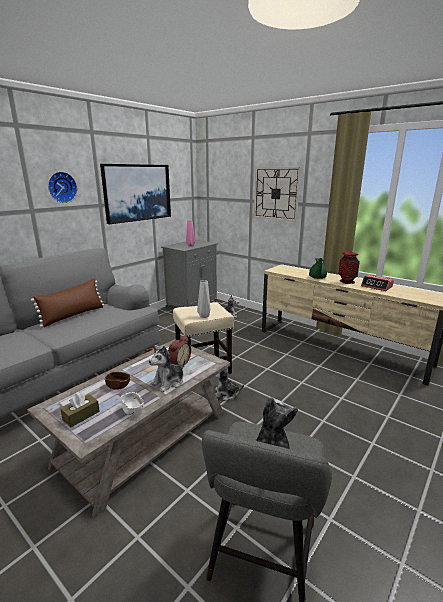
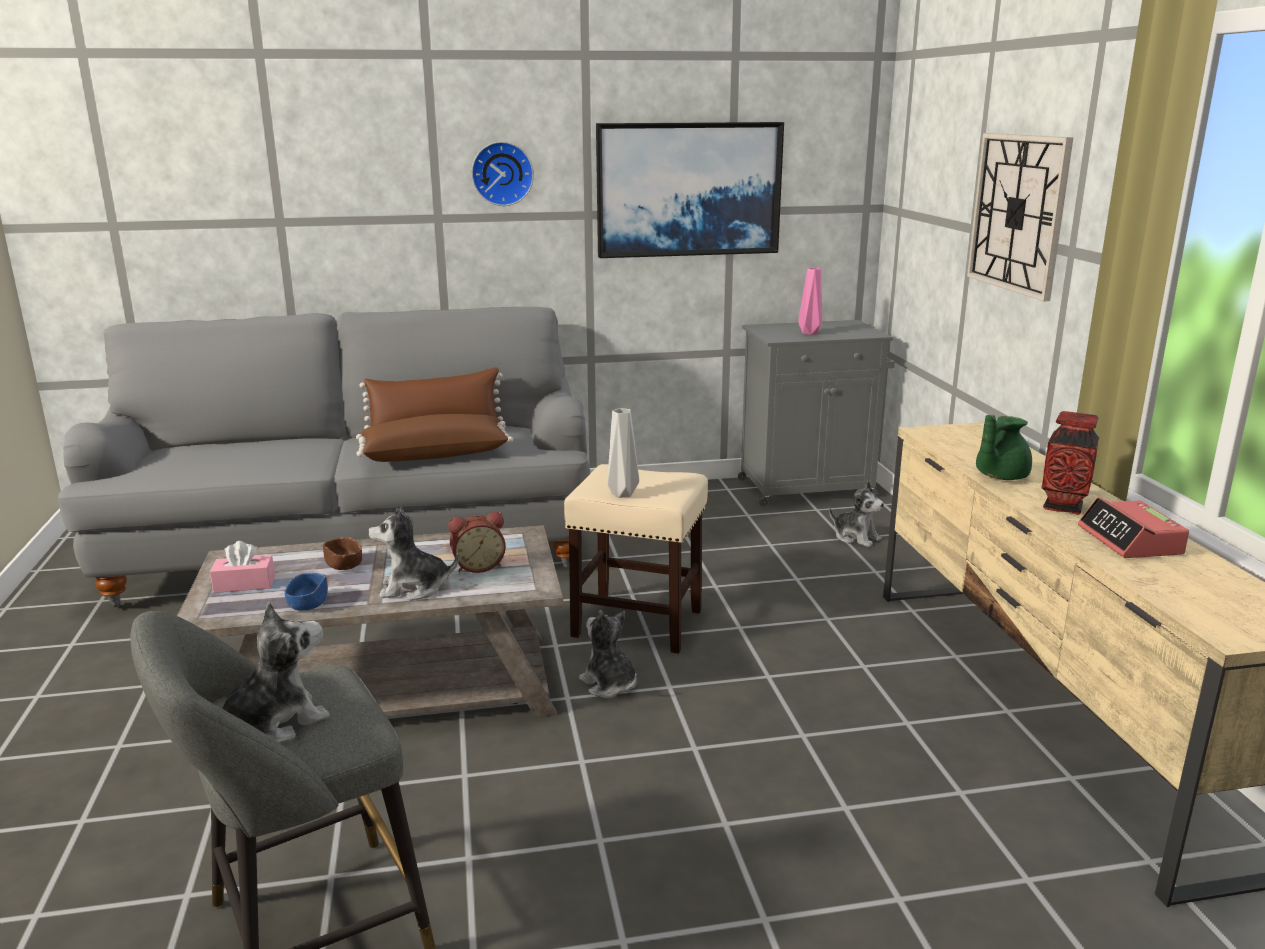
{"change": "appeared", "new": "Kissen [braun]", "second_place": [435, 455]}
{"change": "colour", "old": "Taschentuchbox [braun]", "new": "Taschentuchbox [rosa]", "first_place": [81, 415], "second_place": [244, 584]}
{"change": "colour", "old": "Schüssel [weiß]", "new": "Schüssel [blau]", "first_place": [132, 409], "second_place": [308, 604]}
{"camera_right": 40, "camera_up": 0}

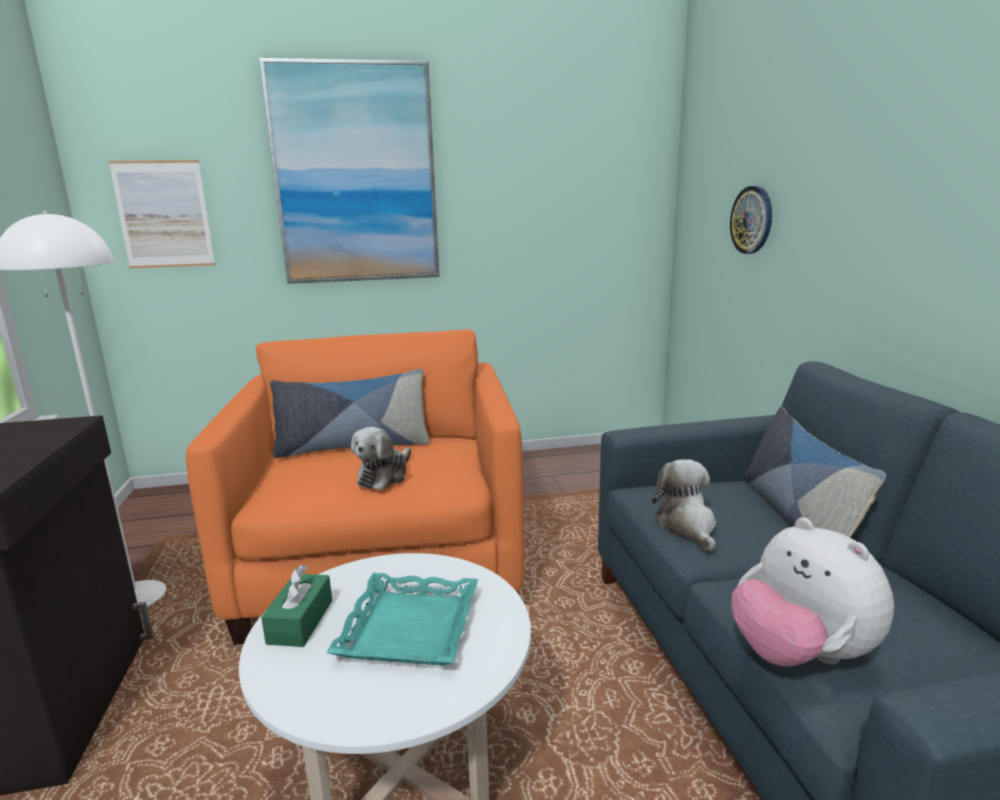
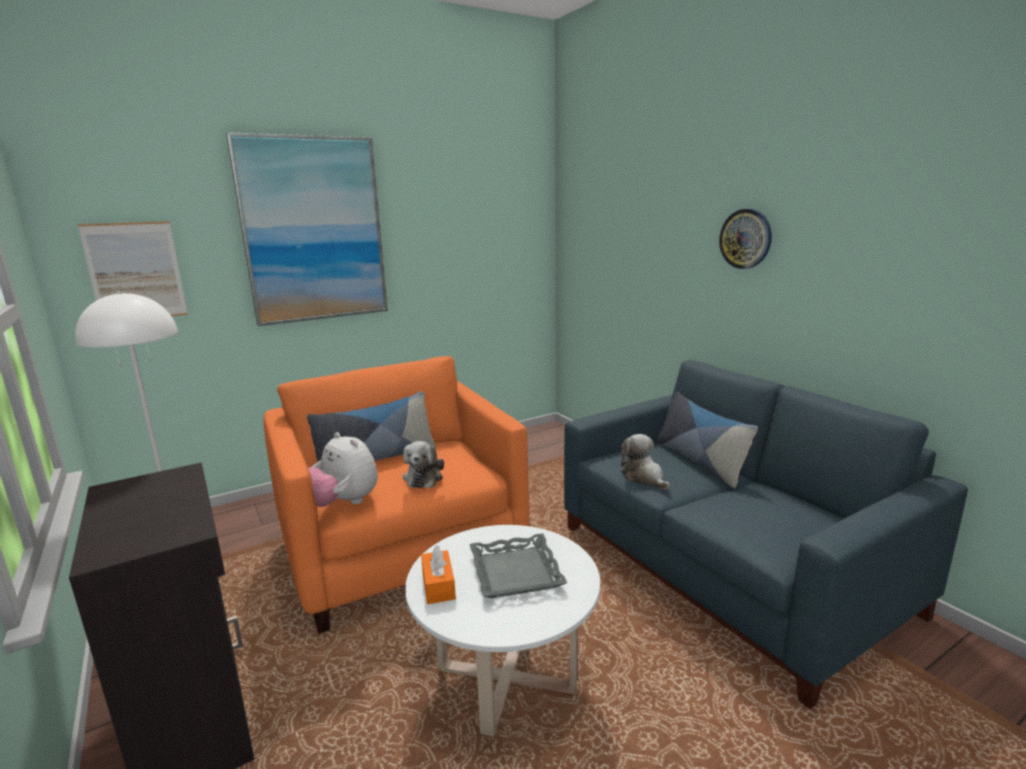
{"change": "relocated", "old": "Wanduhr", "first_place": [752, 220], "second_place": [745, 239]}
{"change": "relocated", "old": "Plüschtier", "first_place": [800, 655], "second_place": [344, 503]}
{"change": "colour", "old": "Taschentuchbox [grün]", "new": "Taschentuchbox [orange]", "first_place": [300, 621], "second_place": [438, 585]}
{"change": "colour", "old": "Tablett [türkis]", "new": "Tablett [grau]", "first_place": [408, 627], "second_place": [515, 572]}
{"camera_right": -20, "camera_up": 0}

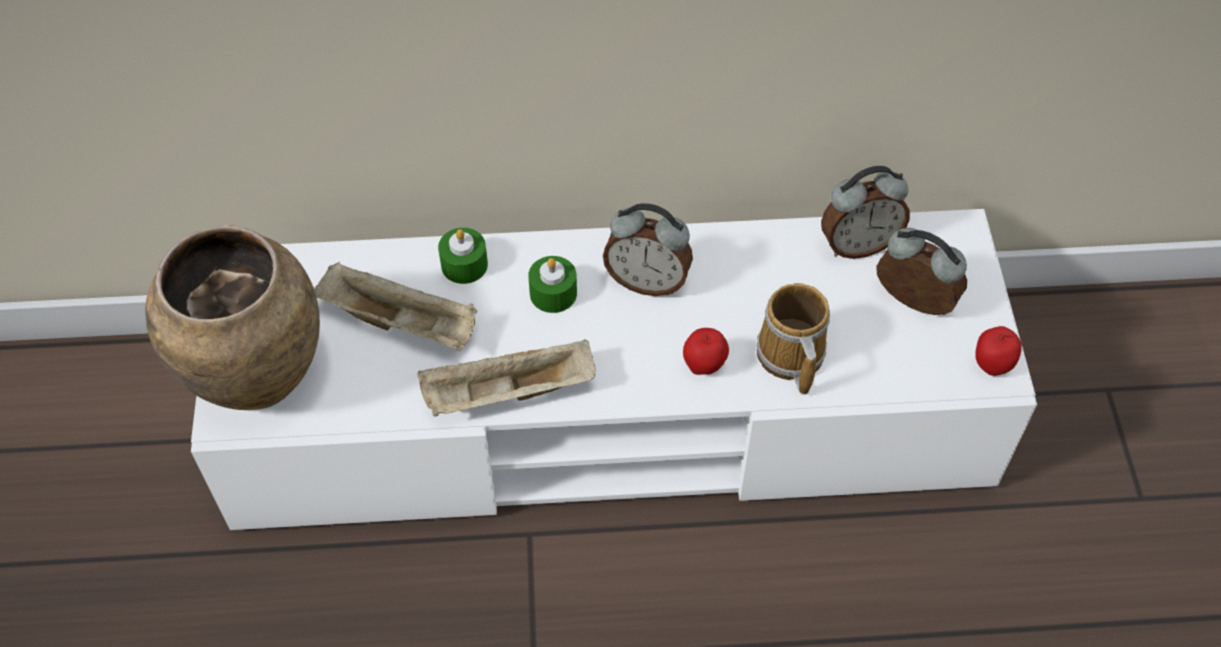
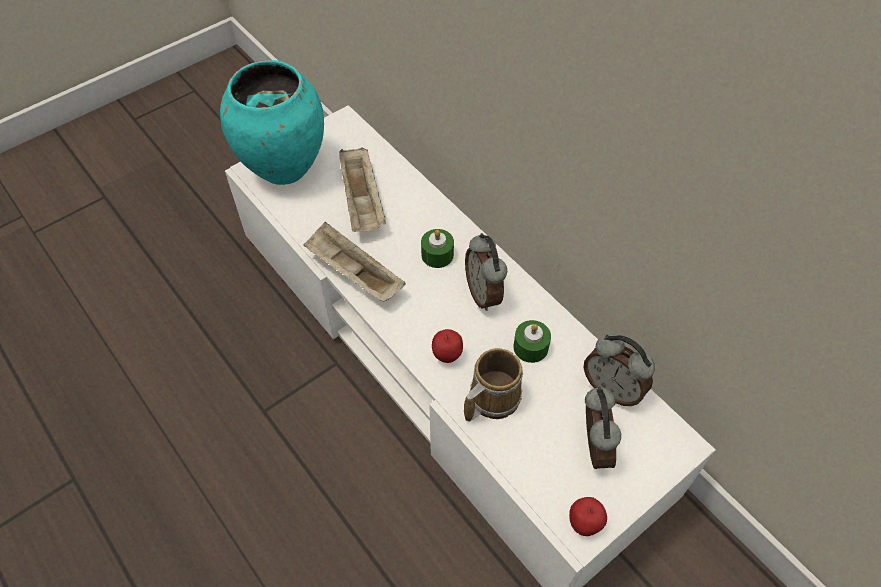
{"change": "relocated", "old": "Kerze [grün]", "first_place": [464, 265], "second_place": [530, 347]}
{"change": "colour", "old": "Vase [braun]", "new": "Vase [türkis]", "first_place": [258, 379], "second_place": [283, 169]}
{"camera_right": 55, "camera_up": 0}

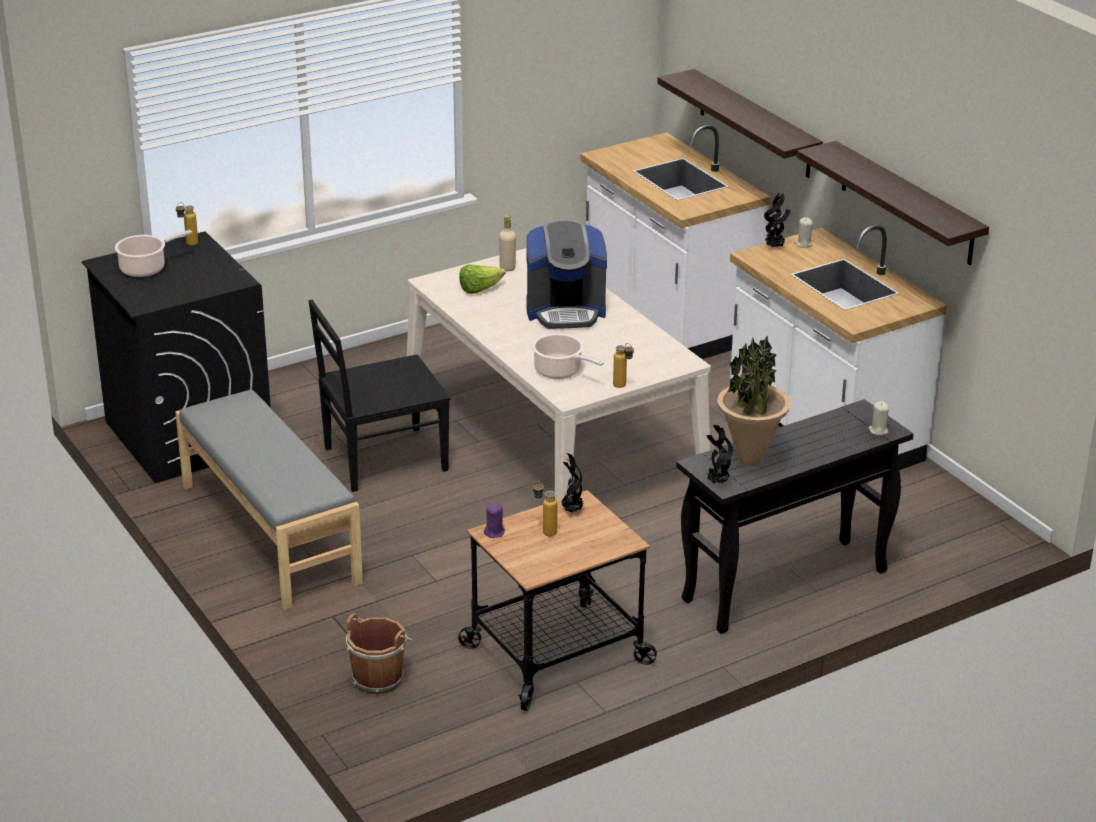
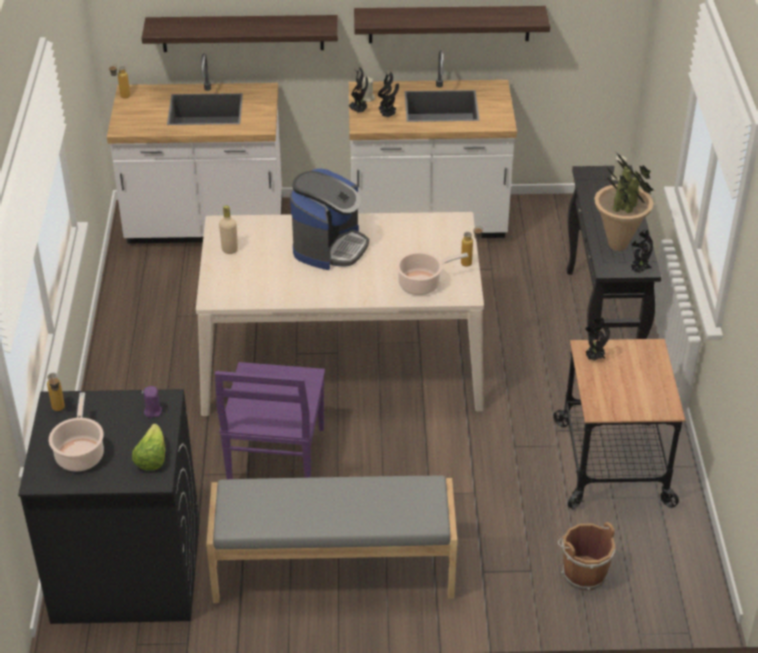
{"change": "appeared", "new": "Topfpflanze", "second_place": [388, 116]}
{"change": "relocated", "old": "Salatkopf", "first_place": [479, 289], "second_place": [151, 458]}
{"change": "relocated", "old": "Kerze [lila]", "first_place": [494, 532], "second_place": [152, 411]}
{"change": "relocated", "old": "Flasche", "first_place": [544, 531], "second_place": [121, 97]}
{"change": "colour", "old": "Stuhl [schwarz]", "new": "Stuhl [lila]", "first_place": [382, 460], "second_place": [276, 459]}
{"camera_right": -60, "camera_up": 10}

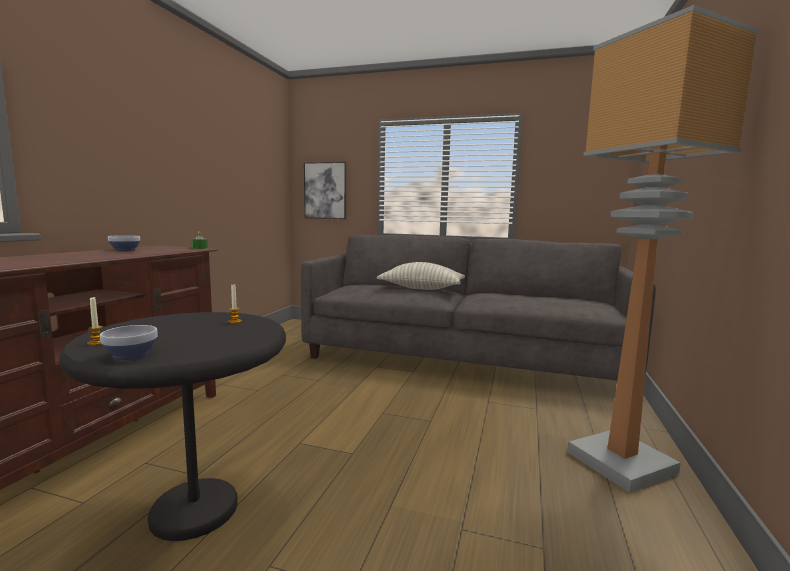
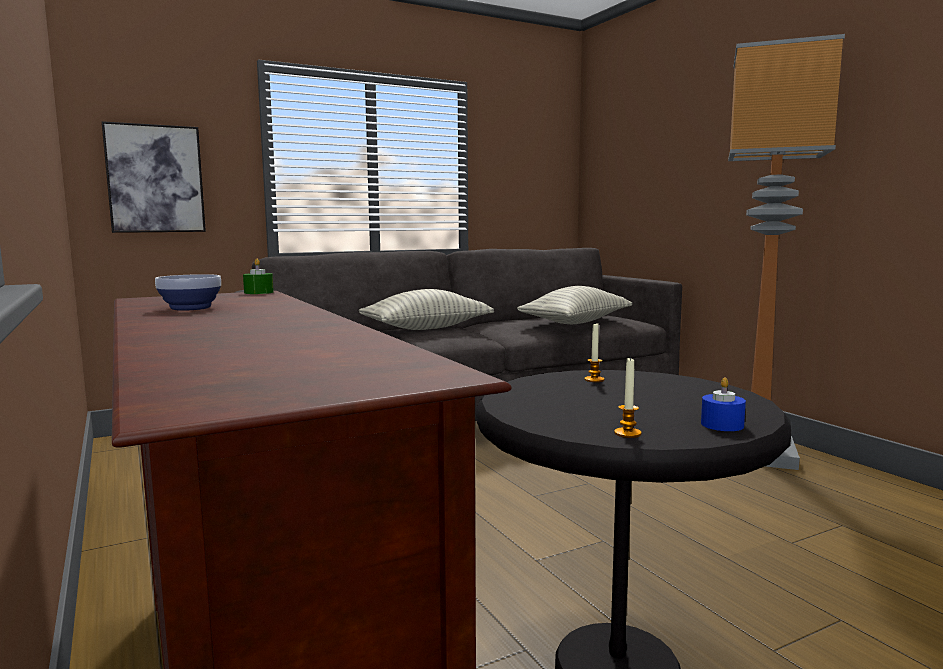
{"change": "appeared", "new": "Kissen", "second_place": [575, 323]}
{"change": "exchanged", "old": "Schüssel", "new": "Kerze [blau]", "first_place": [133, 355], "second_place": [722, 425]}
{"camera_right": -45, "camera_up": 0}

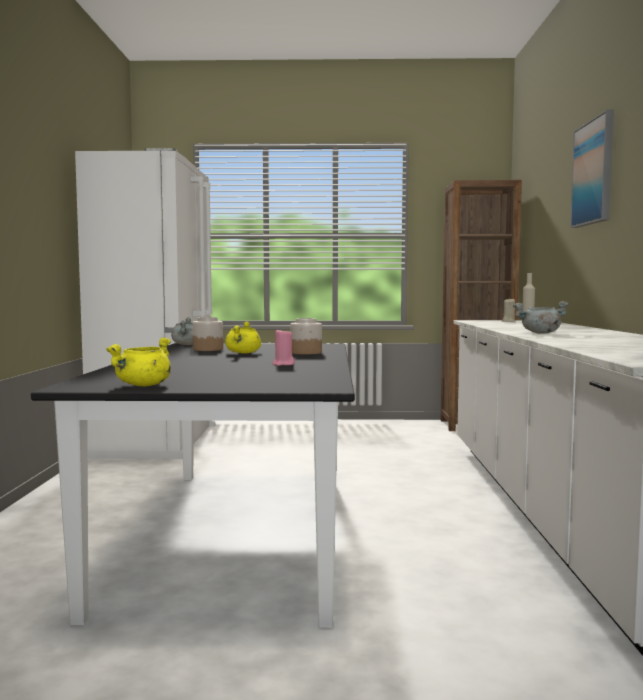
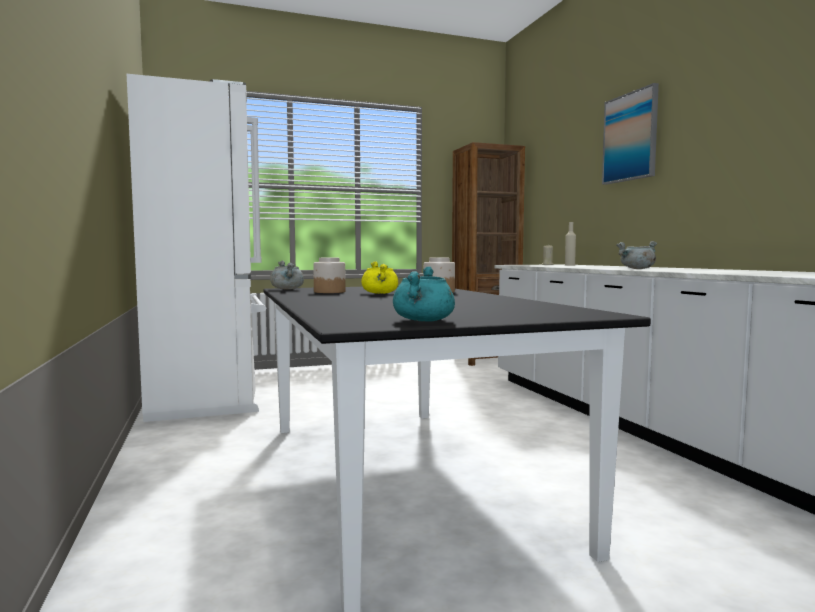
{"change": "missing", "old": "Kerze [rosa]", "first_place": [283, 364]}
{"change": "colour", "old": "Kochtopf [gelb]", "new": "Kochtopf [türkis]", "first_place": [143, 385], "second_place": [424, 321]}
{"camera_right": -20, "camera_up": 0}

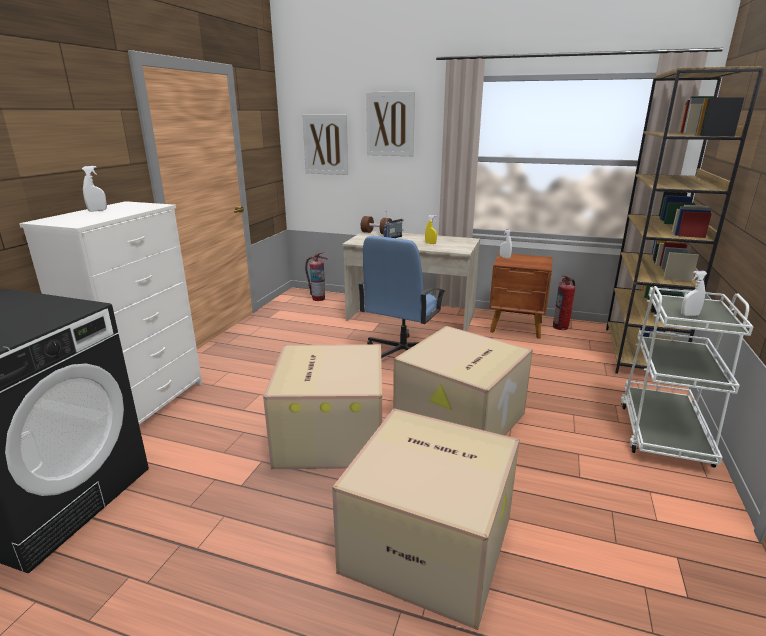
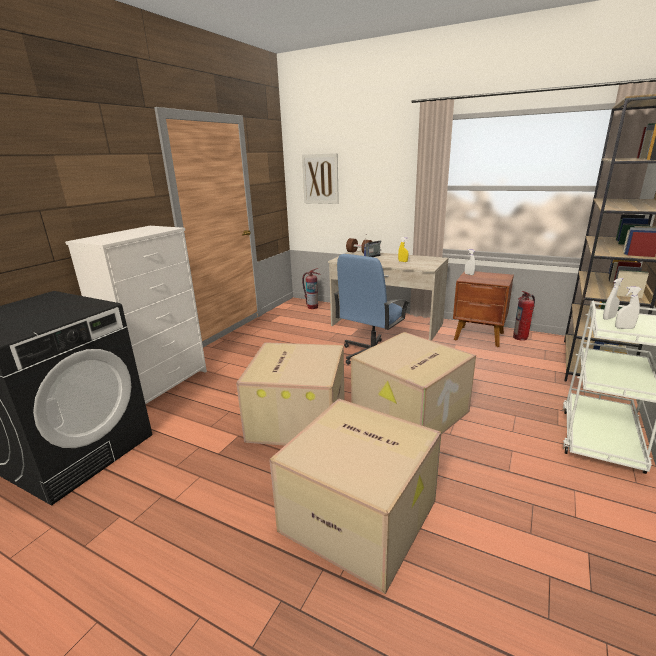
{"change": "missing", "old": "Bild", "first_place": [390, 124]}
{"change": "relocated", "old": "Sprühflasche [weiß]", "first_place": [97, 210], "second_place": [608, 318]}
{"camera_right": 10, "camera_up": 0}

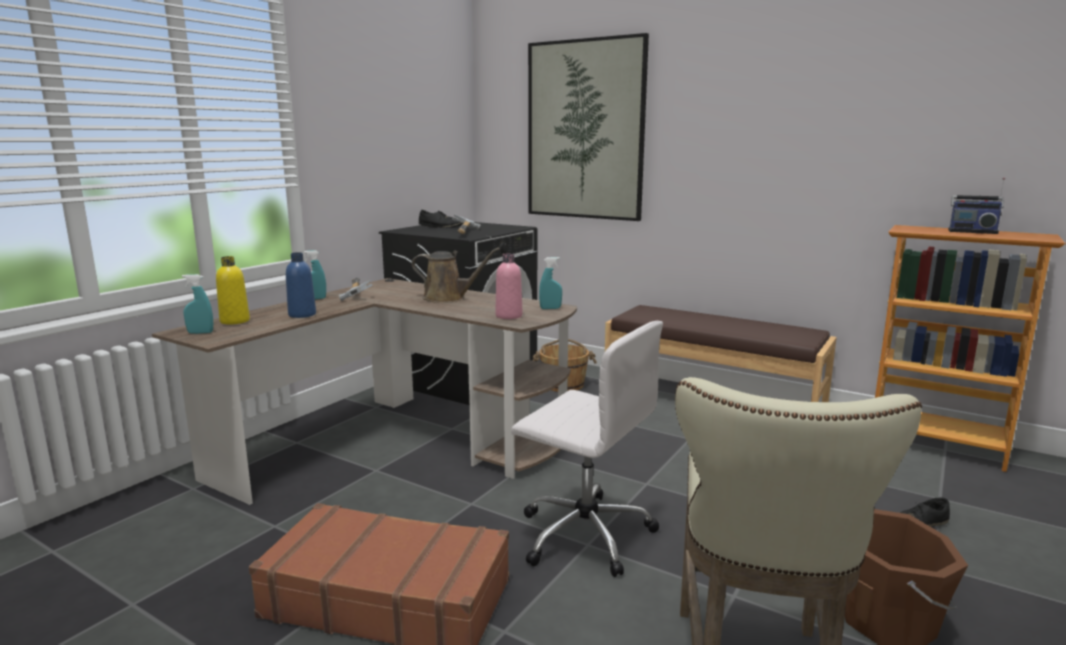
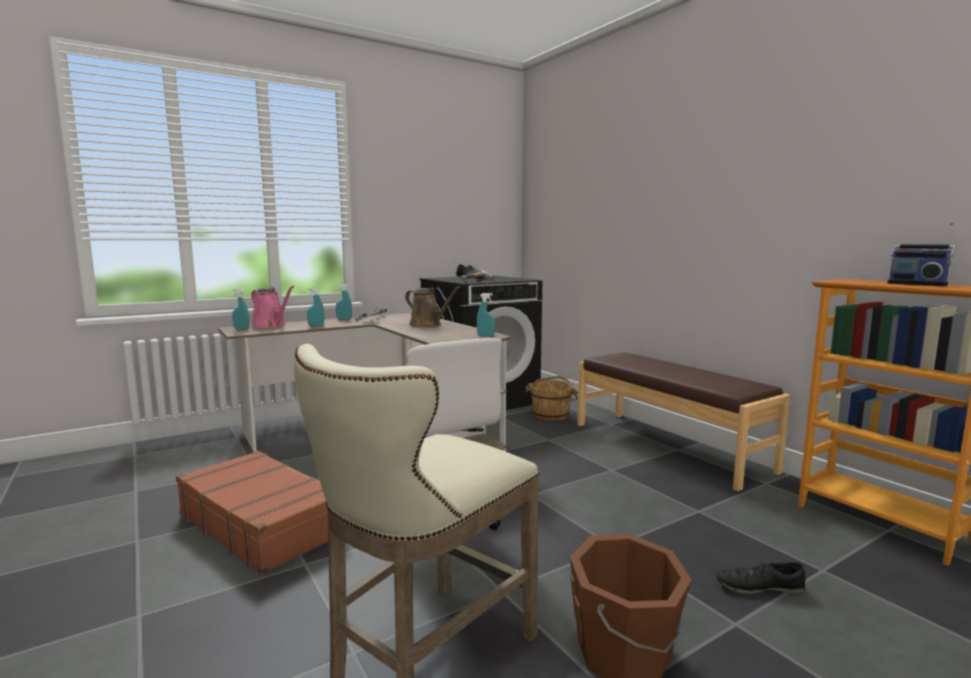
{"change": "missing", "old": "Flasche [rosa]", "first_place": [509, 316]}
{"change": "missing", "old": "Bild", "first_place": [585, 130]}
{"change": "exchanged", "old": "Flasche [gelb]", "new": "Gießkanne [rosa]", "first_place": [235, 321], "second_place": [271, 325]}
{"change": "exchanged", "old": "Flasche [blau]", "new": "Sprühflasche [türkis]", "first_place": [302, 314], "second_place": [316, 326]}
{"camera_right": 25, "camera_up": -5}

